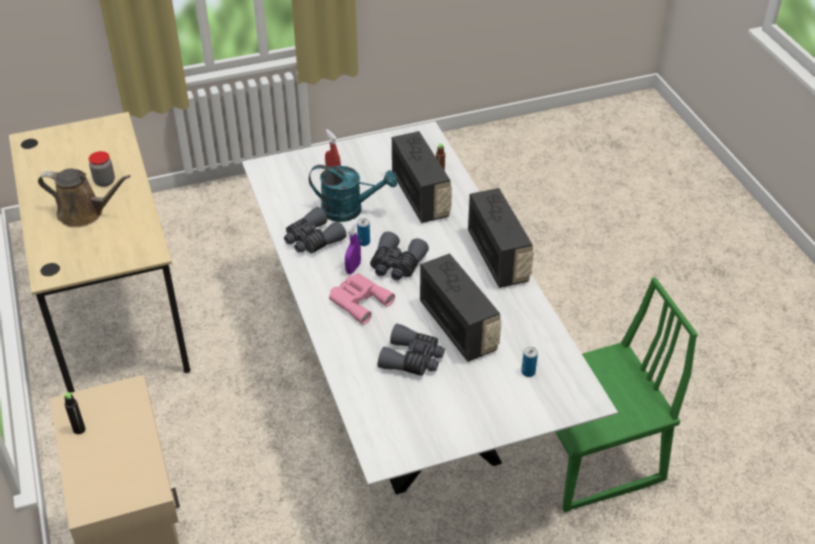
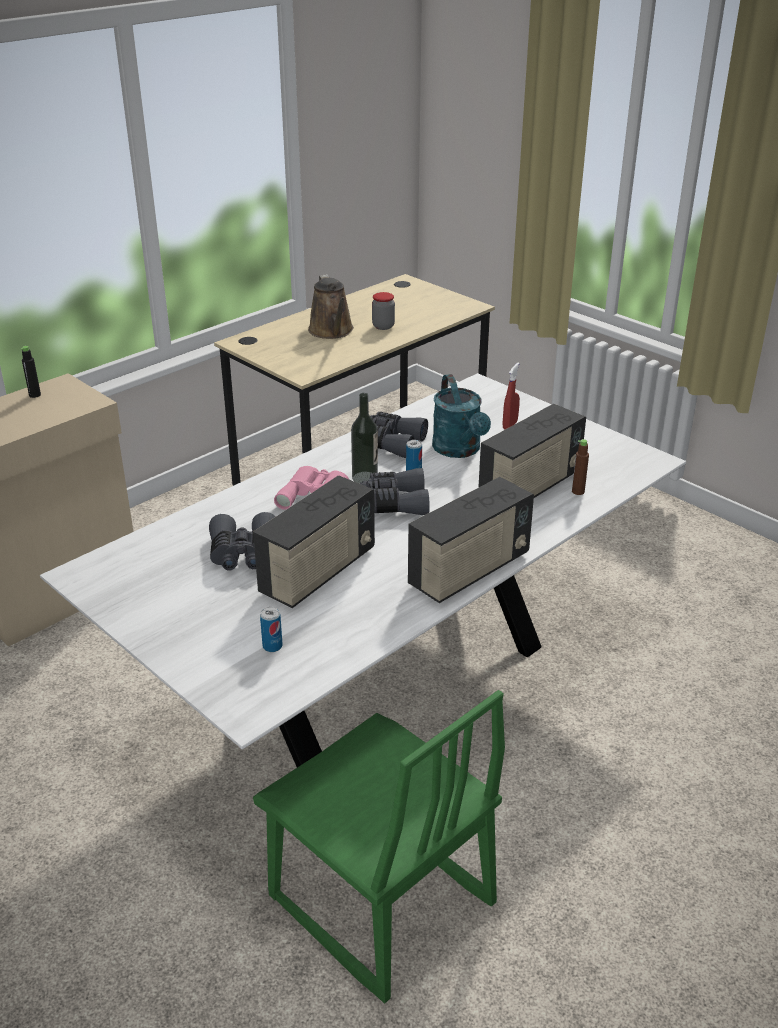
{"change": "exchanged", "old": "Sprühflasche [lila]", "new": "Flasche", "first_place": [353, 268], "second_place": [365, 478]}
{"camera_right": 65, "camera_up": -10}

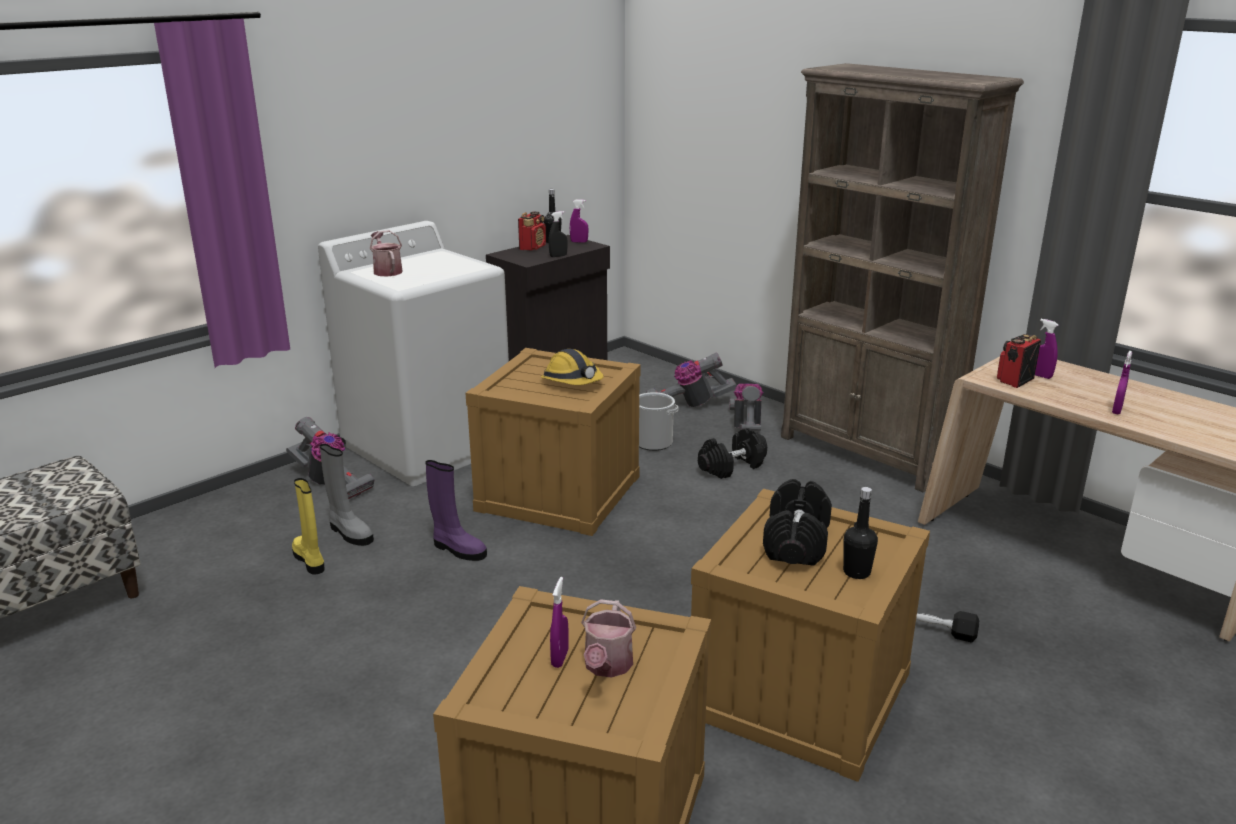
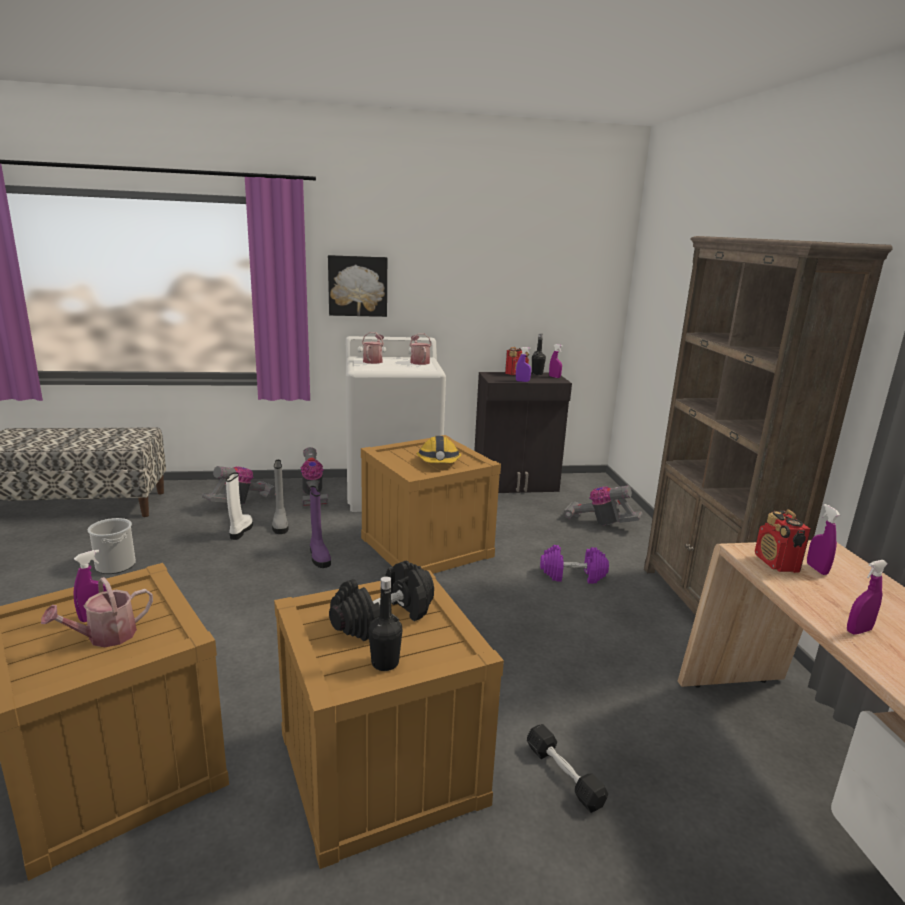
{"change": "appeared", "new": "Bild", "second_place": [357, 286]}
{"change": "appeared", "new": "Gießkanne", "second_place": [419, 362]}
{"change": "relocated", "old": "Eimer", "first_place": [653, 442], "second_place": [115, 565]}
{"change": "relocated", "old": "Staubsauger", "first_place": [747, 428], "second_place": [241, 503]}
{"change": "colour", "old": "Stiefel [gelb]", "new": "Stiefel [weiß]", "first_place": [310, 560], "second_place": [240, 531]}
{"change": "colour", "old": "Sprühflasche [schwarz]", "new": "Sprühflasche [lila]", "first_place": [558, 256], "second_place": [522, 381]}
{"change": "colour", "old": "Hantel [schwarz]", "new": "Hantel [lila]", "first_place": [732, 467], "second_place": [572, 575]}
{"change": "spun", "old": "Radio", "first_place": [1014, 380], "second_place": [776, 563], "degrees": -90}
{"camera_right": 35, "camera_up": -5}

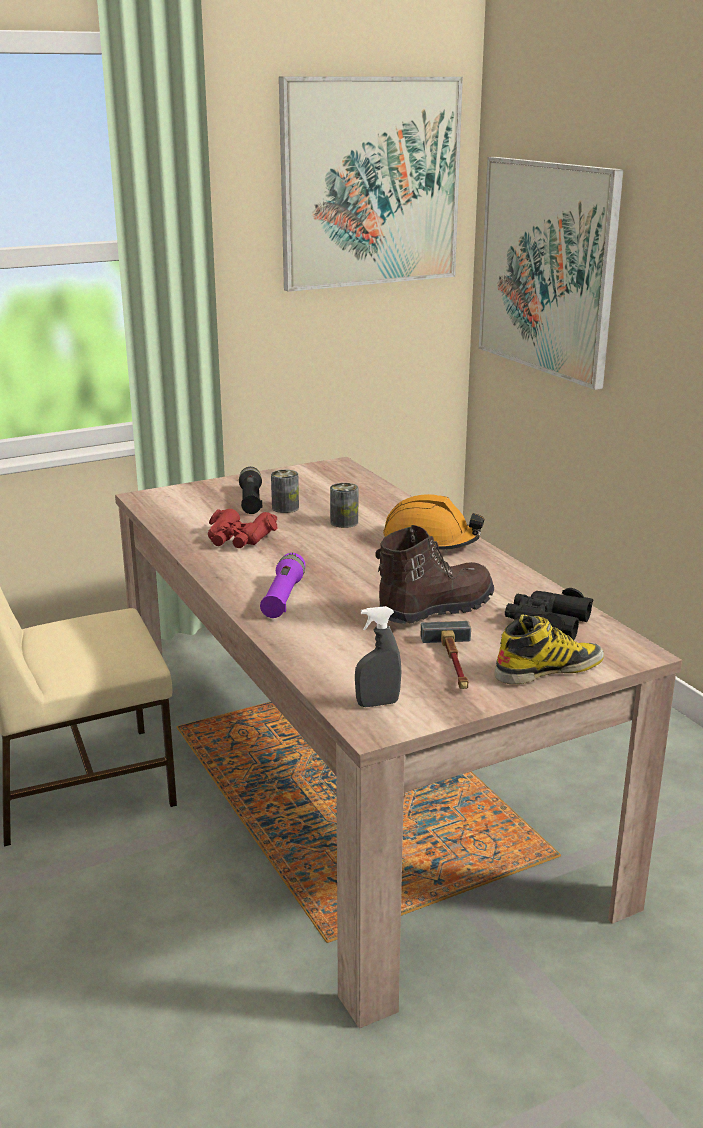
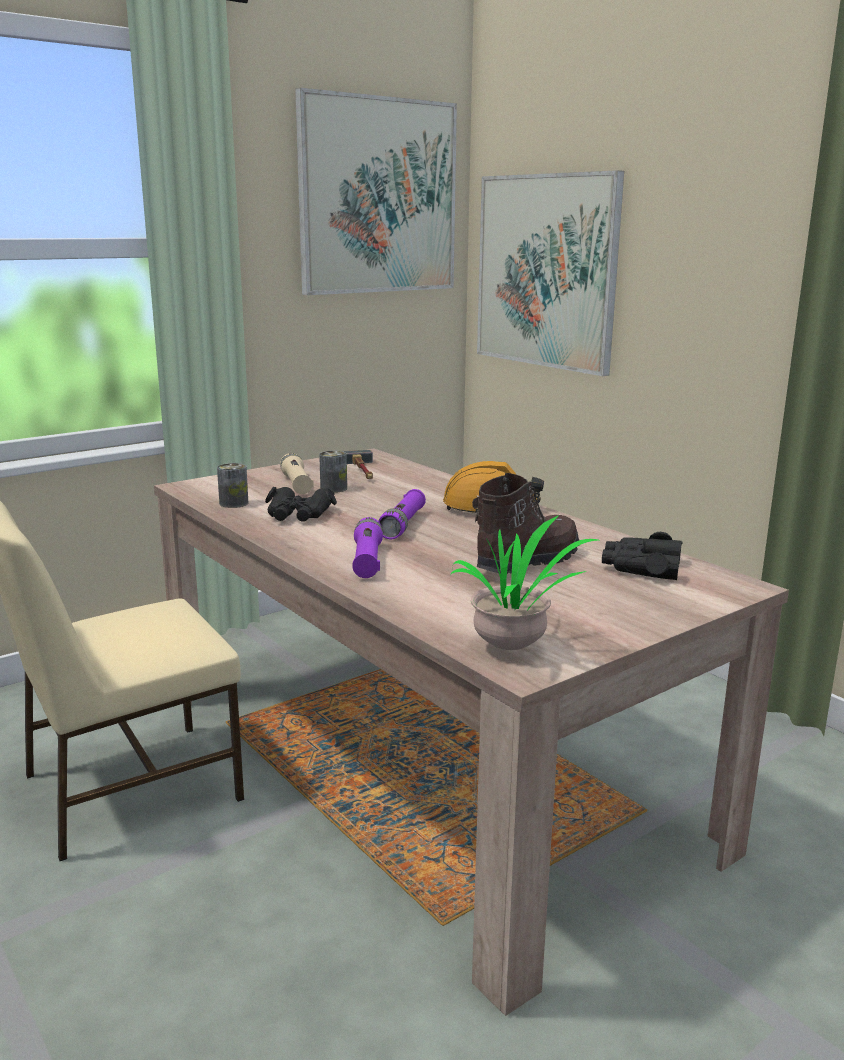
{"change": "missing", "old": "Stiefel", "first_place": [548, 669]}
{"change": "appeared", "new": "Taschenlampe [lila]", "second_place": [403, 525]}
{"change": "relocated", "old": "Dose", "first_place": [344, 522], "second_place": [234, 503]}
{"change": "relocated", "old": "Hammer", "first_place": [453, 663], "second_place": [362, 471]}
{"change": "exchanged", "old": "Sprühflasche [grau]", "new": "Topfpflanze", "first_place": [377, 703], "second_place": [514, 647]}
{"change": "colour", "old": "Fernglas [rot]", "new": "Fernglas [schwarz]", "first_place": [239, 539], "second_place": [298, 515]}
{"change": "colour", "old": "Taschenlampe [schwarz]", "new": "Taschenlampe [beige]", "first_place": [251, 501], "second_place": [296, 484]}
{"camera_right": -10, "camera_up": -5}

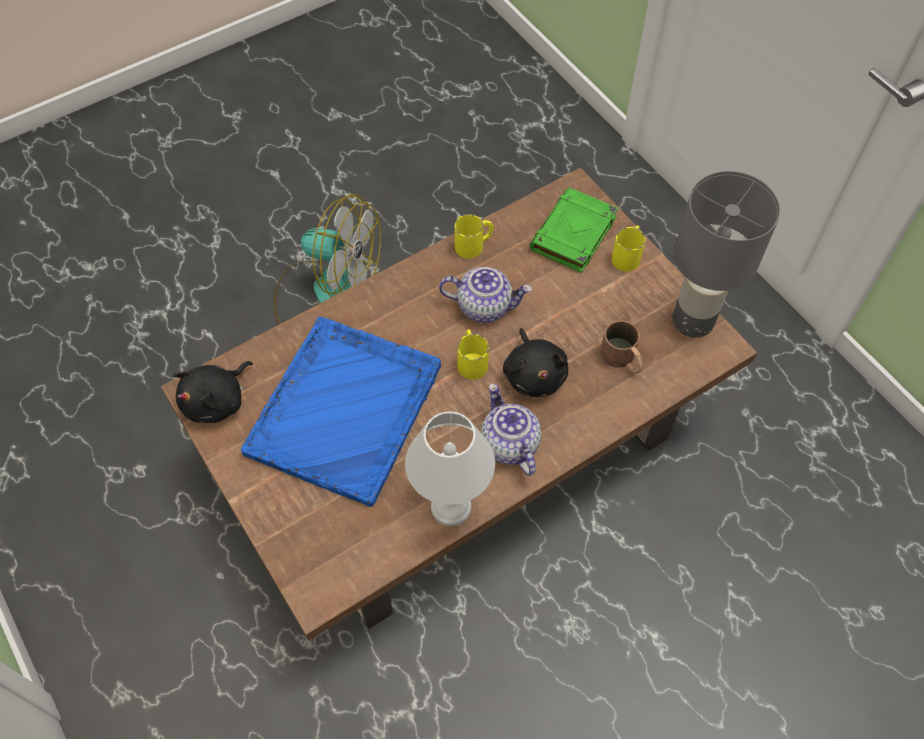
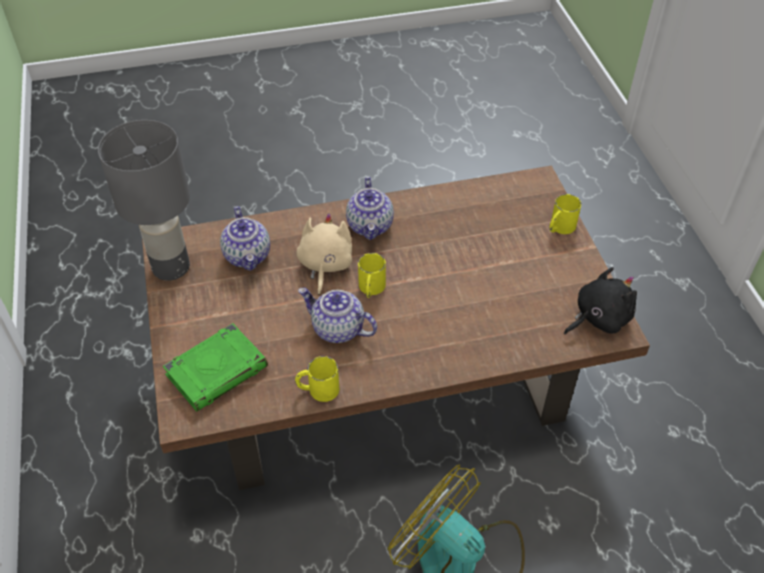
{"change": "missing", "old": "Tablett [blau]", "first_place": [346, 408]}
{"change": "missing", "old": "Tischlampe [weiß]", "first_place": [452, 508]}
{"change": "relocated", "old": "Henkelbecher [gelb]", "first_place": [628, 255], "second_place": [559, 228]}
{"change": "exchanged", "old": "Henkelbecher [braun]", "new": "Teekanne", "first_place": [623, 359], "second_place": [248, 256]}
{"change": "colour", "old": "Plüschtier [schwarz]", "new": "Plüschtier [beige]", "first_place": [534, 374], "second_place": [325, 265]}
{"camera_right": -160, "camera_up": -10}

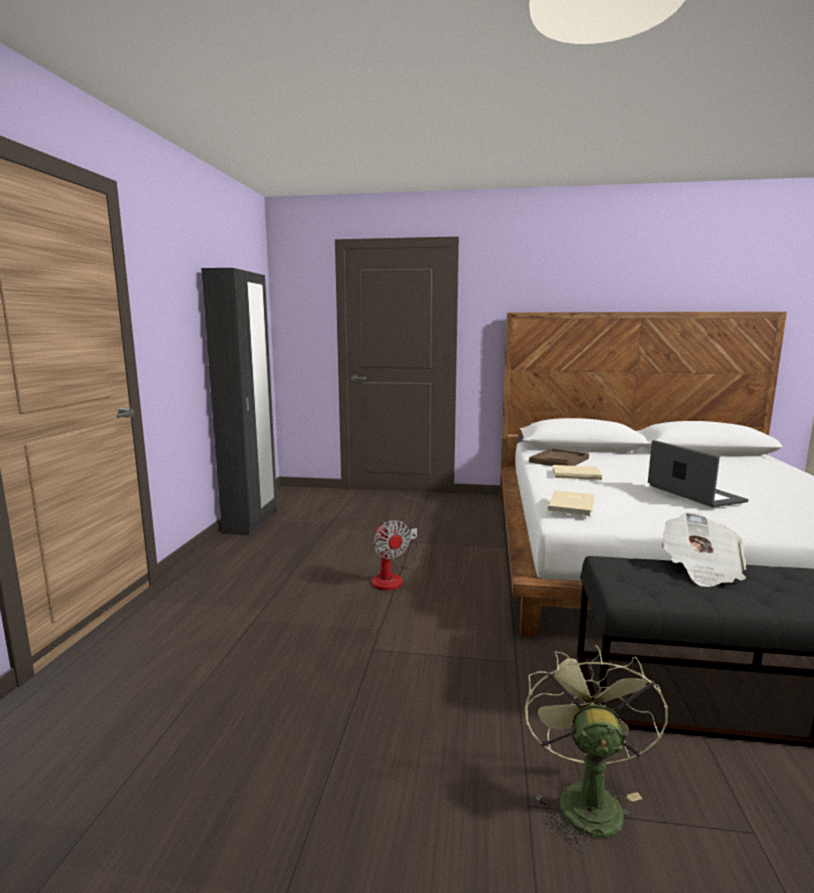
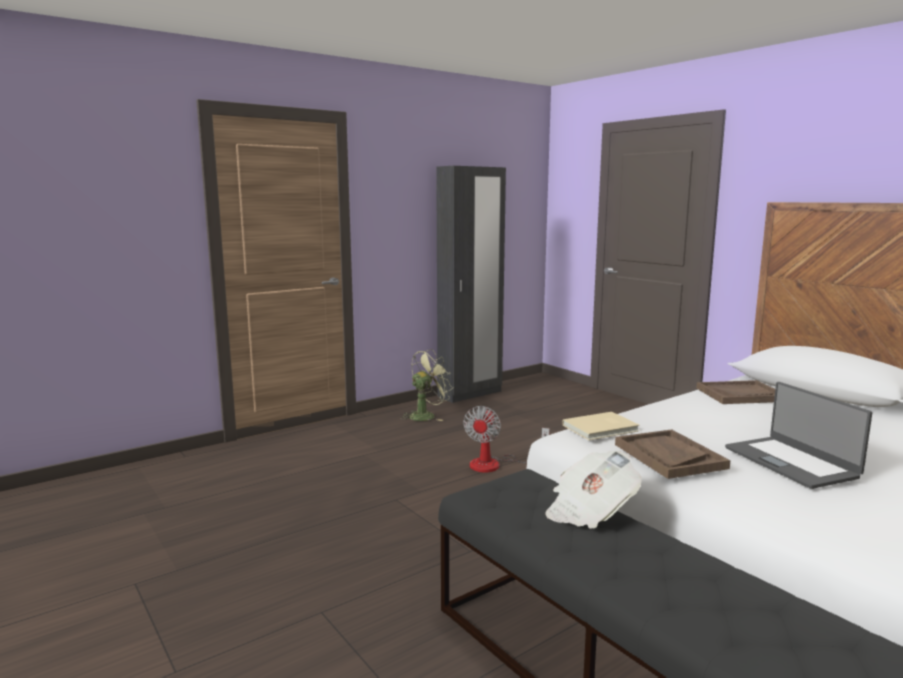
{"change": "missing", "old": "Buch [beige]", "first_place": [575, 474]}
{"change": "appeared", "new": "Tablett [braun]", "second_place": [669, 456]}
{"change": "relocated", "old": "Ventilator [grün]", "first_place": [585, 797], "second_place": [426, 415]}
{"change": "spun", "old": "Laptop", "first_place": [694, 494], "second_place": [791, 462], "degrees": 135}
{"camera_right": 45, "camera_up": 0}

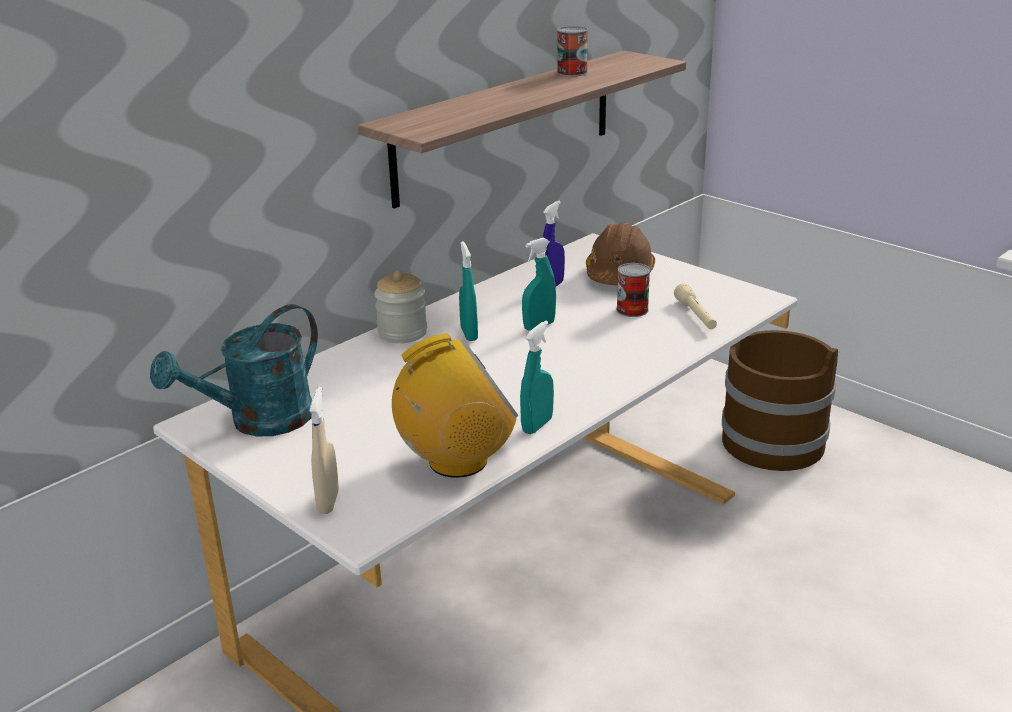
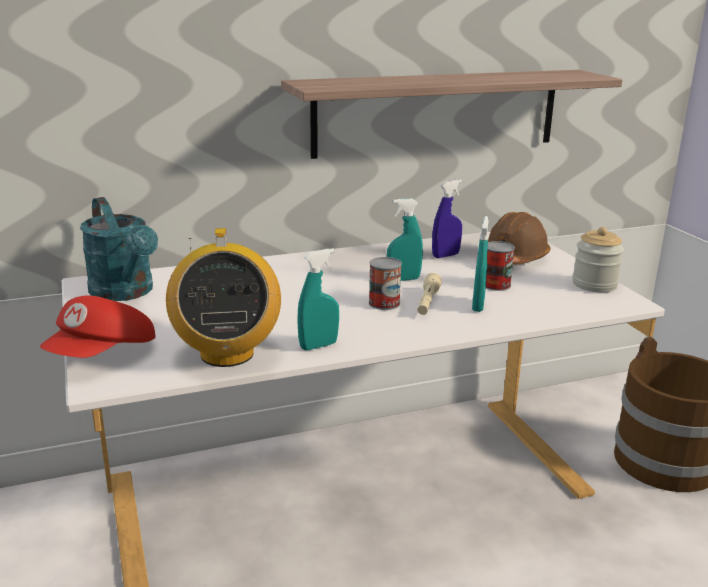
{"change": "relocated", "old": "Vorratsglas", "first_place": [402, 333], "second_place": [594, 284]}
{"change": "relocated", "old": "Sprühflasche [türkis]", "first_place": [469, 334], "second_place": [478, 306]}
{"change": "relocated", "old": "Dose", "first_place": [572, 72], "second_place": [384, 303]}
{"change": "relocated", "old": "Taschenlampe [beige]", "first_place": [696, 316], "second_place": [427, 303]}
{"change": "exchanged", "old": "Sprühflasche [beige]", "new": "Kappe [rot]", "first_place": [328, 502], "second_place": [103, 354]}
{"change": "spun", "old": "Gießkanne [türkis]", "first_place": [259, 422], "second_place": [126, 293], "degrees": -105}
{"change": "spun", "old": "Radio", "first_place": [457, 461], "second_place": [226, 353], "degrees": 75}
{"camera_right": 25, "camera_up": -5}

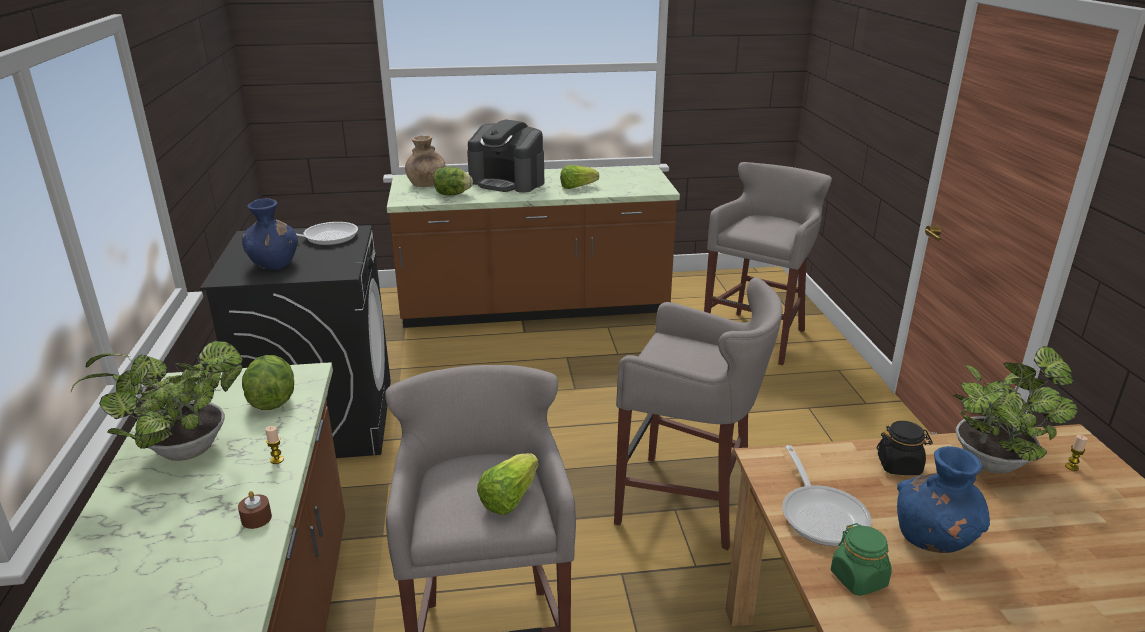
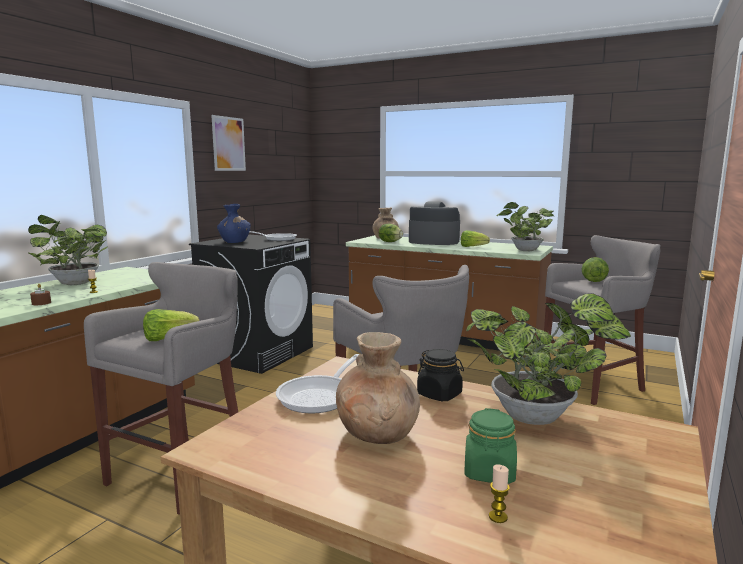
{"change": "appeared", "new": "Bild", "second_place": [228, 144]}
{"change": "appeared", "new": "Topfpflanze", "second_place": [524, 250]}
{"change": "relocated", "old": "Salatkopf", "first_place": [272, 401], "second_place": [593, 281]}
{"change": "relocated", "old": "Vorratsglas [grün]", "first_place": [859, 579], "second_place": [489, 472]}
{"change": "relocated", "old": "Kerze", "first_place": [1071, 467], "second_place": [498, 517]}
{"change": "colour", "old": "Vase [blau]", "new": "Vase [braun]", "first_place": [934, 538], "second_place": [378, 433]}
{"change": "spun", "old": "Kaffeemaschine", "first_place": [507, 182], "second_place": [433, 242], "degrees": 135}
{"camera_right": 35, "camera_up": -15}

